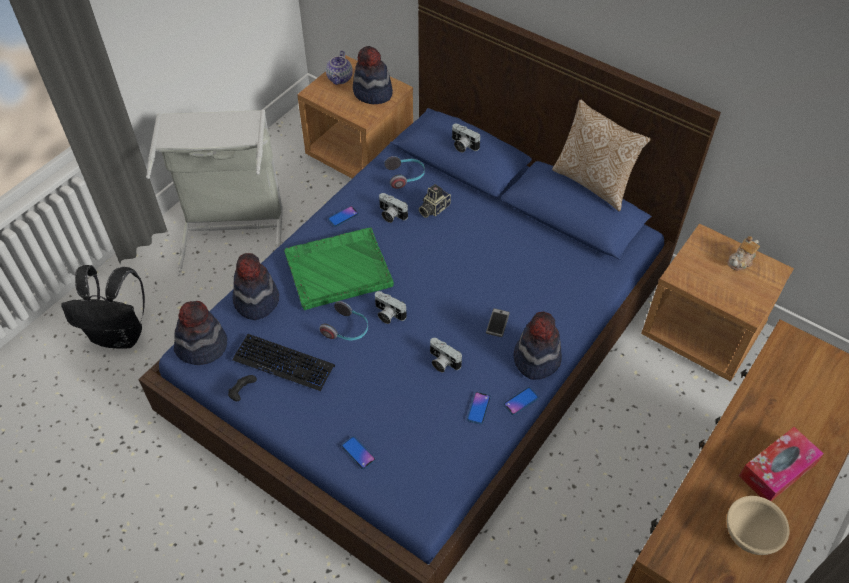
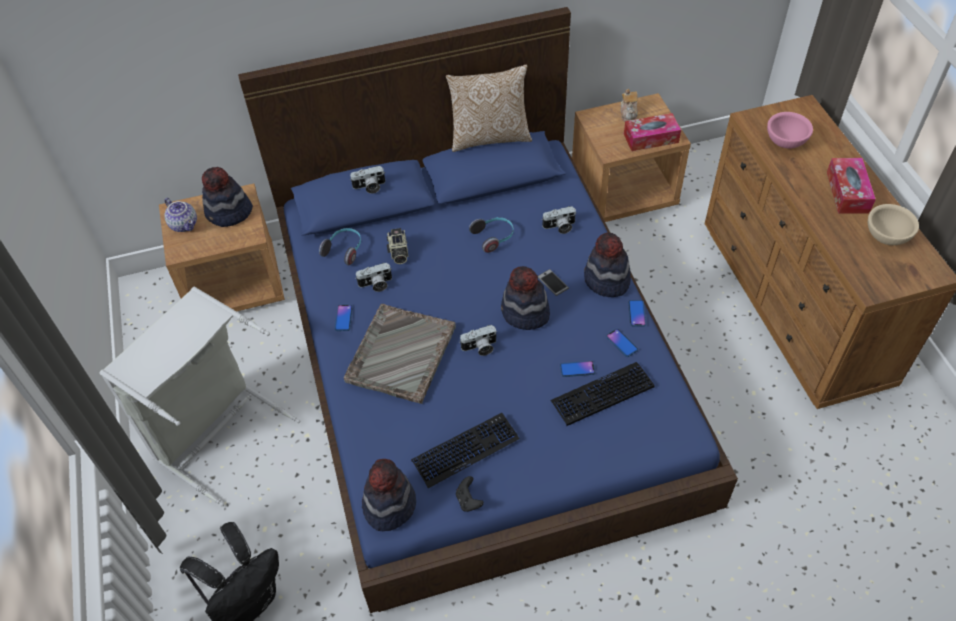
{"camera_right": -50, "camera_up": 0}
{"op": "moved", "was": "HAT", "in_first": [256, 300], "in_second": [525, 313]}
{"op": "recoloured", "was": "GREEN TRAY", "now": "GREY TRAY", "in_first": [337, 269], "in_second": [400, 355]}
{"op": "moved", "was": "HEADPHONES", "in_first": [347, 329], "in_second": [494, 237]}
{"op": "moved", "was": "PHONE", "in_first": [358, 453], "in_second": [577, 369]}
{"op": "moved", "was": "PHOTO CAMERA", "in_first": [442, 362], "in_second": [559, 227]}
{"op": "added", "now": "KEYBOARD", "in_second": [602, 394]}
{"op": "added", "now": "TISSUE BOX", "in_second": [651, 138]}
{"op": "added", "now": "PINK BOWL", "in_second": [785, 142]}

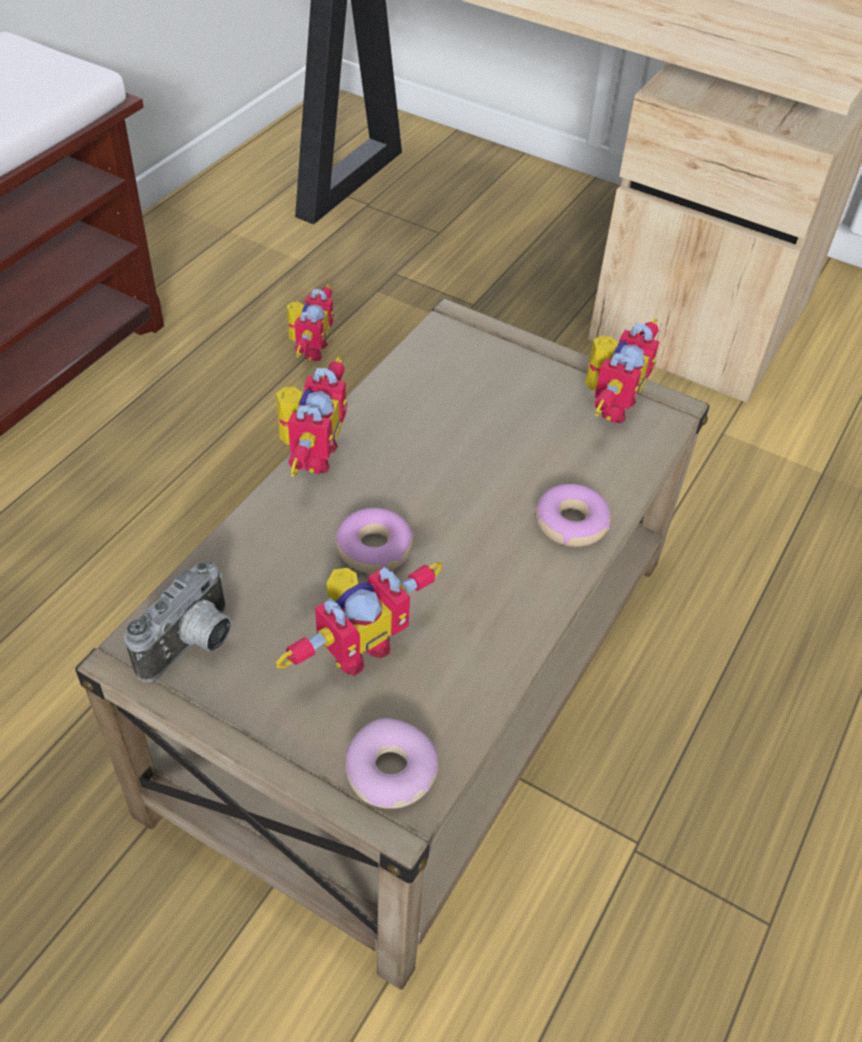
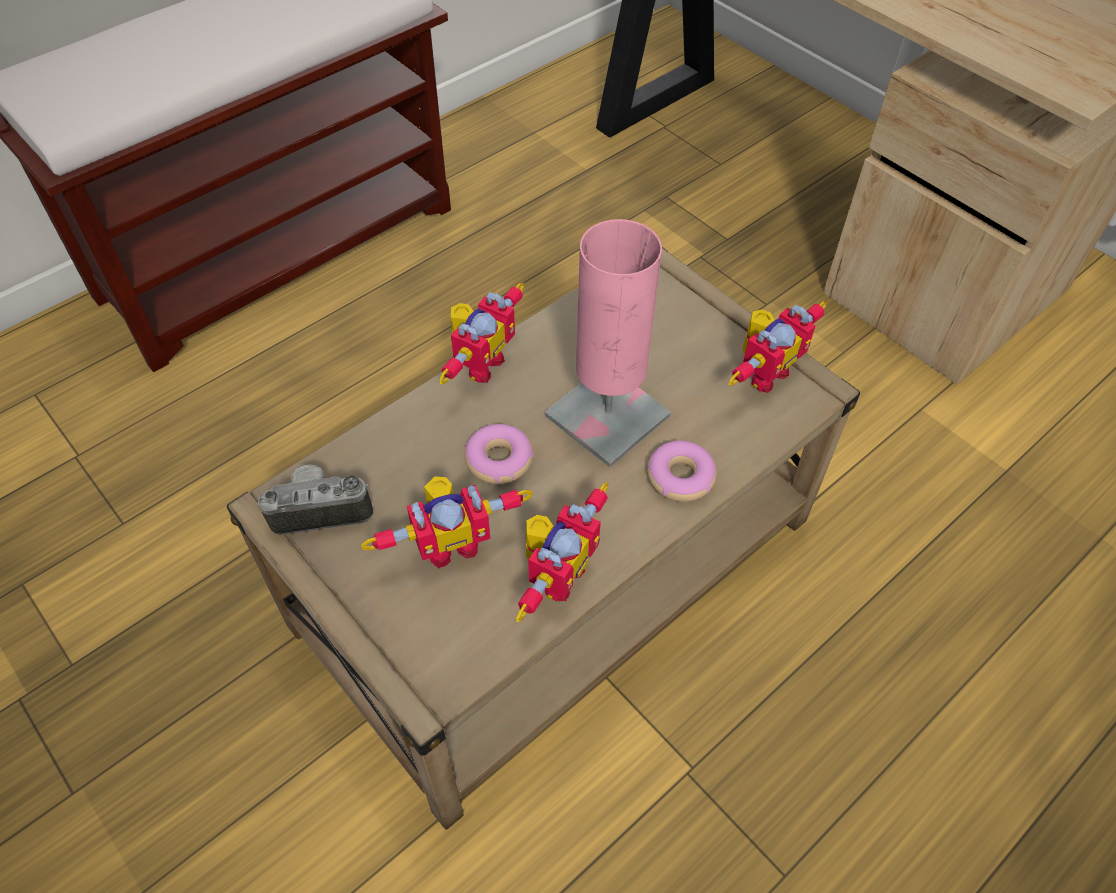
{"camera_right": 20, "camera_up": 5}
{"op": "turned", "was": "PHOTO CAMERA", "in_first": [193, 645], "in_second": [321, 509], "clockwise": -150}
{"op": "moved", "was": "TOY ROBOT", "in_first": [309, 349], "in_second": [555, 574]}
{"op": "removed", "was": "DONUT", "in_first": [390, 772]}
{"op": "added", "now": "PINK TABLE LAMP", "in_second": [607, 416]}

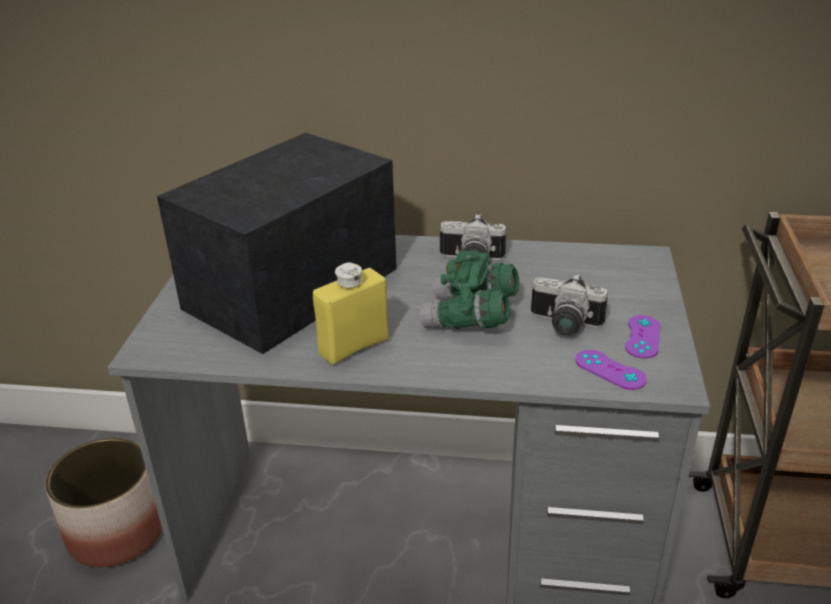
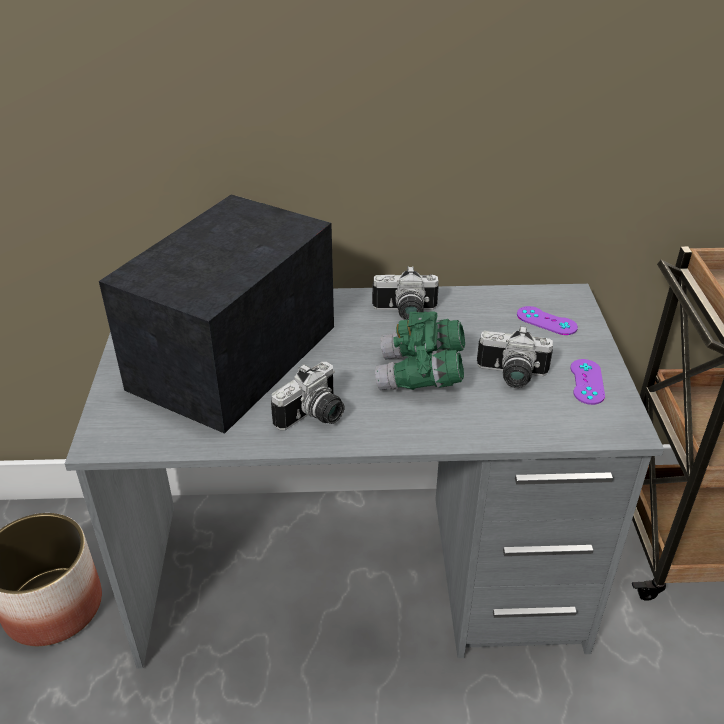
{"camera_right": -10, "camera_up": 5}
{"op": "replaced", "was": "YELLOW BOTTLE", "now": "PHOTO CAMERA", "in_first": [354, 346], "in_second": [315, 417]}
{"op": "moved", "was": "PURPLE GAME CONTROLLER", "in_first": [610, 370], "in_second": [546, 321]}

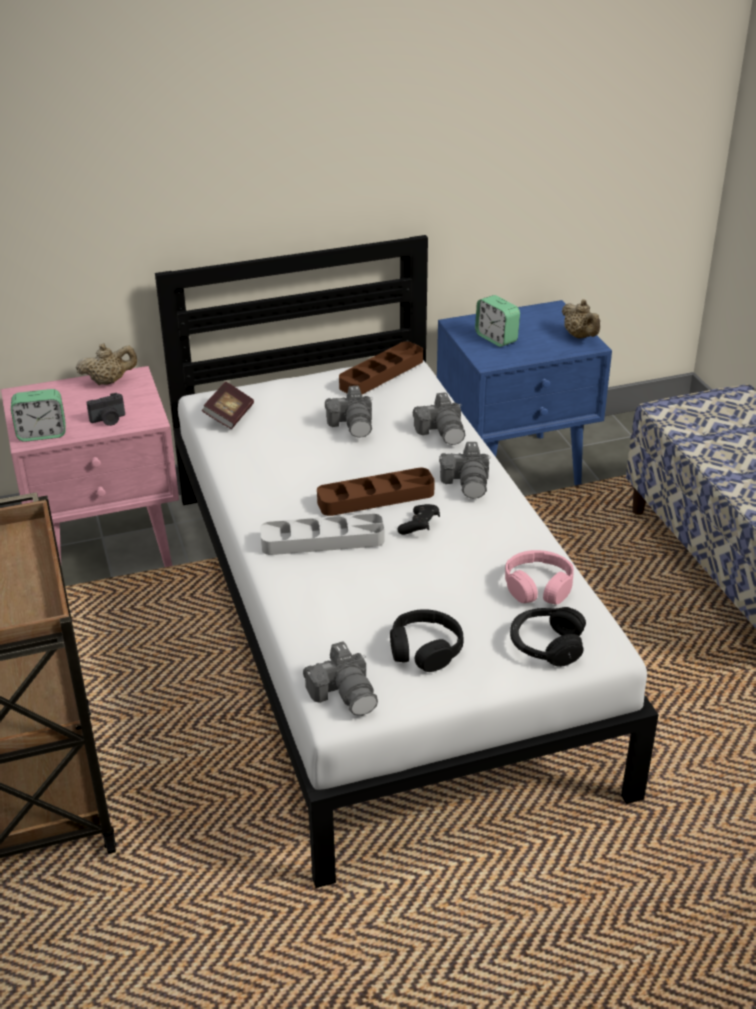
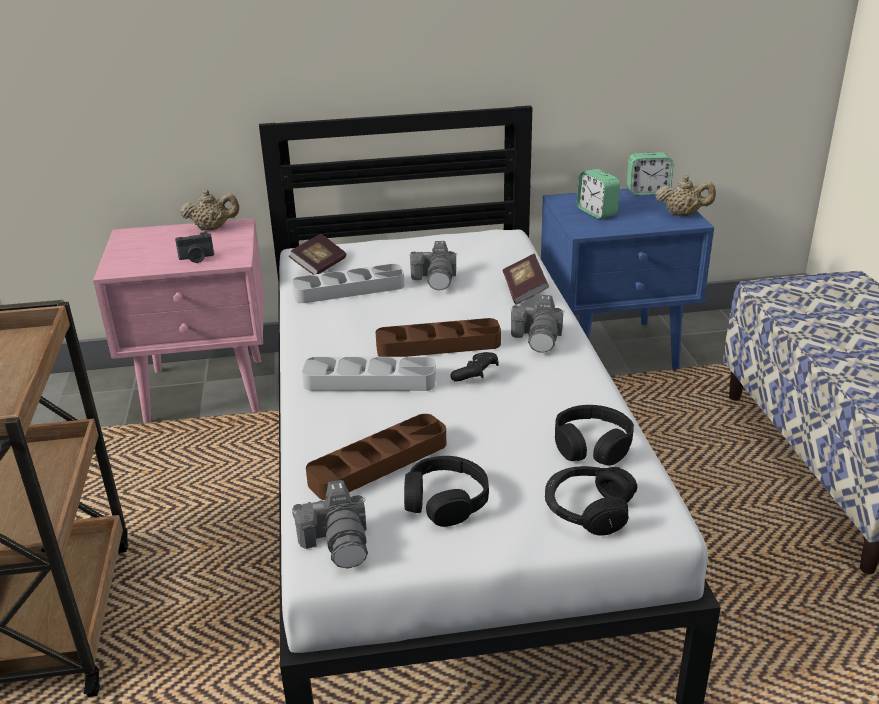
{"camera_right": 10, "camera_up": -5}
{"op": "moved", "was": "ALARM CLOCK", "in_first": [42, 434], "in_second": [647, 191]}
{"op": "moved", "was": "BROWN TRAY", "in_first": [381, 374], "in_second": [379, 463]}
{"op": "replaced", "was": "PHOTO CAMERA", "now": "BOOK", "in_first": [442, 431], "in_second": [524, 290]}
{"op": "recoloured", "was": "PINK HEADPHONES", "now": "BLACK HEADPHONES", "in_first": [538, 587], "in_second": [592, 445]}
{"op": "turned", "was": "BEIGE TEAPOT", "in_first": [580, 336], "in_second": [683, 214], "clockwise": -60}
{"op": "added", "now": "GREY TRAY", "in_second": [349, 289]}

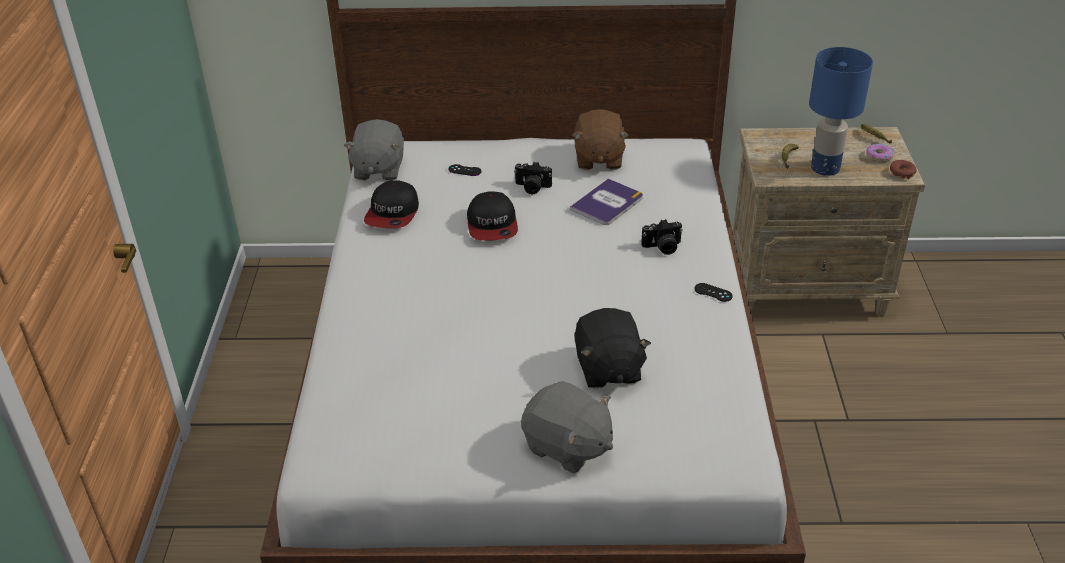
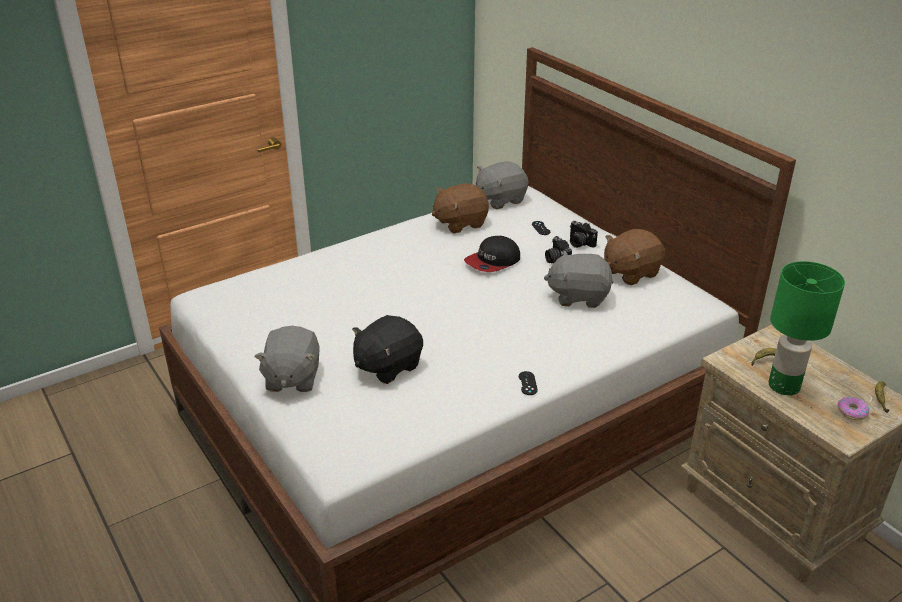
{"camera_right": 55, "camera_up": -5}
{"op": "replaced", "was": "CAP", "now": "BROWN PLUSH TOY", "in_first": [393, 213], "in_second": [460, 223]}
{"op": "replaced", "was": "BOOK", "now": "GREY PLUSH TOY", "in_first": [607, 203], "in_second": [578, 296]}
{"op": "moved", "was": "PHOTO CAMERA", "in_first": [662, 247], "in_second": [579, 243]}
{"op": "recoloured", "was": "BLUE TABLE LAMP", "now": "GREEN TABLE LAMP", "in_first": [824, 168], "in_second": [784, 385]}
{"op": "removed", "was": "DONUT", "in_first": [902, 173]}

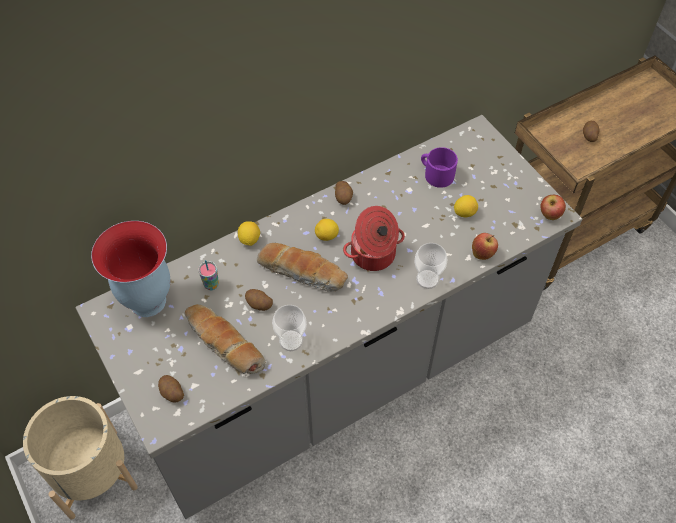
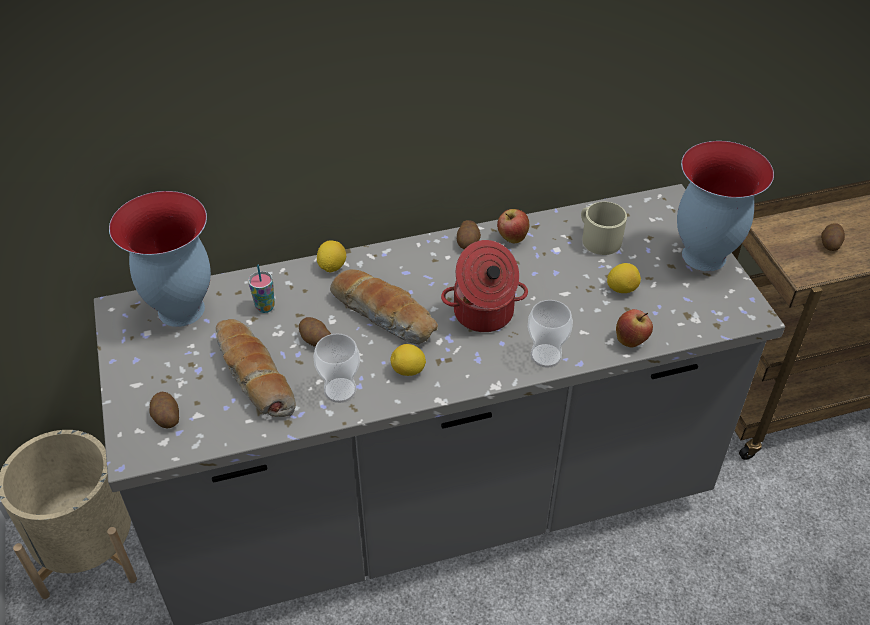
{"camera_right": 15, "camera_up": -10}
{"op": "moved", "was": "LEMON", "in_first": [327, 236], "in_second": [408, 371]}
{"op": "recoloured", "was": "PURPLE MUG", "now": "BEIGE MUG", "in_first": [436, 174], "in_second": [598, 238]}
{"op": "moved", "was": "APPLE", "in_first": [549, 215], "in_second": [512, 238]}
{"op": "added", "now": "VASE", "in_second": [702, 255]}

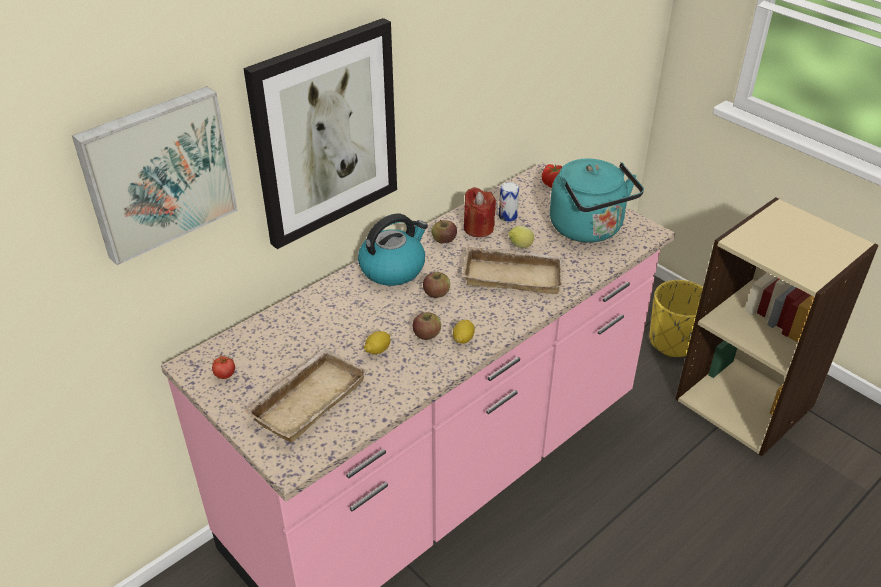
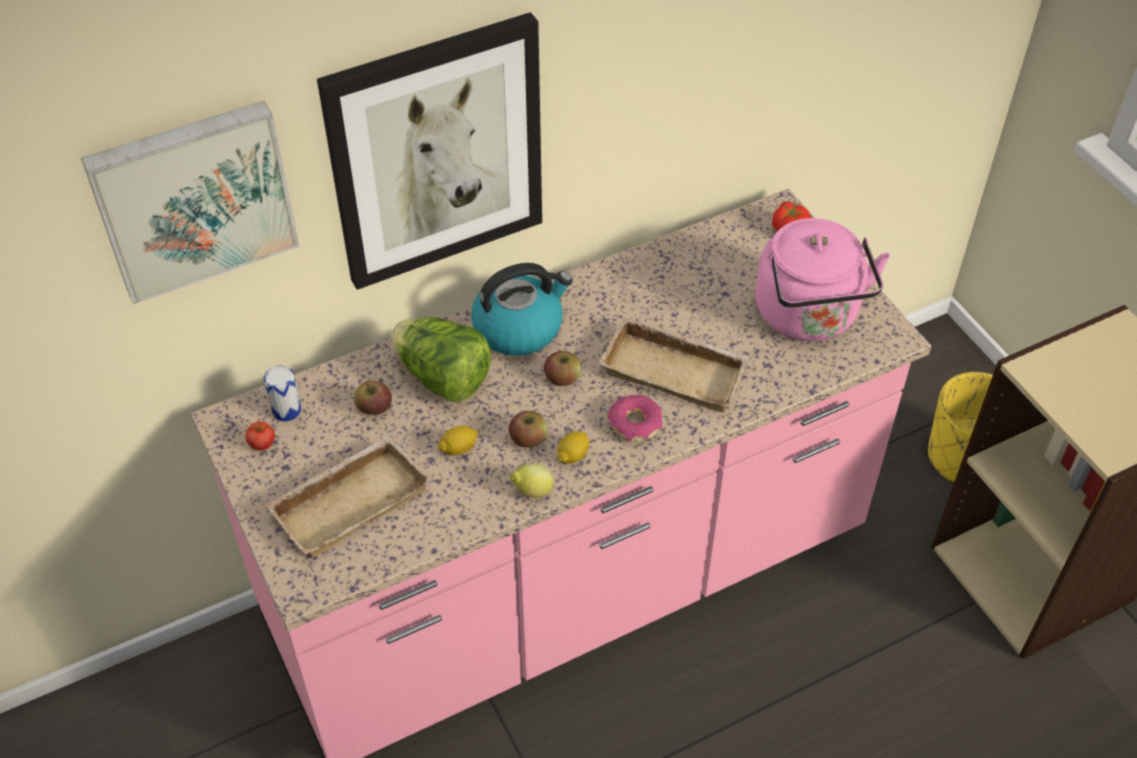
{"camera_right": 15, "camera_up": 10}
{"op": "moved", "was": "APPLE", "in_first": [444, 240], "in_second": [374, 408]}
{"op": "removed", "was": "RED CANDLE", "in_first": [478, 228]}
{"op": "moved", "was": "CAN", "in_first": [508, 216], "in_second": [286, 410]}
{"op": "moved", "was": "LEMON", "in_first": [519, 247], "in_second": [531, 492]}
{"op": "recoloured", "was": "TURQUOISE KETTLE", "now": "PINK KETTLE", "in_first": [589, 229], "in_second": [809, 317]}
{"op": "added", "now": "LETTUCE", "in_second": [443, 378]}
{"op": "added", "now": "DONUT", "in_second": [635, 425]}

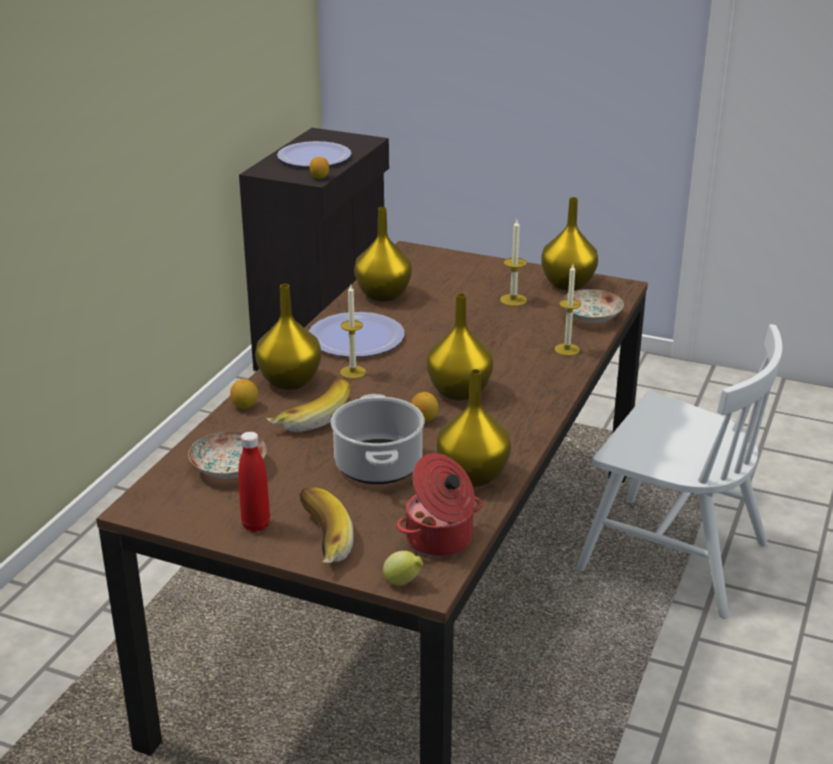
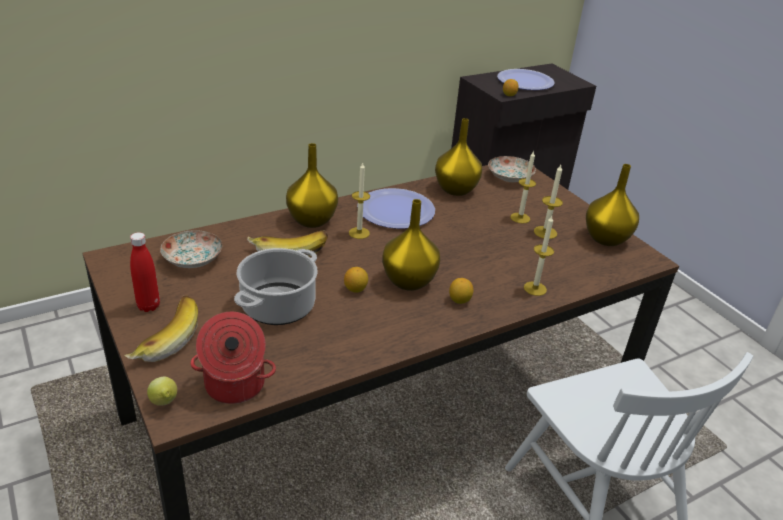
{"camera_right": 35, "camera_up": 5}
{"op": "moved", "was": "LEMON", "in_first": [245, 406], "in_second": [459, 300]}
{"op": "removed", "was": "YELLOW VASE", "in_first": [472, 475]}
{"op": "moved", "was": "PLATE", "in_first": [590, 316], "in_second": [509, 177]}
{"op": "added", "now": "CANDLE", "in_second": [520, 218]}

